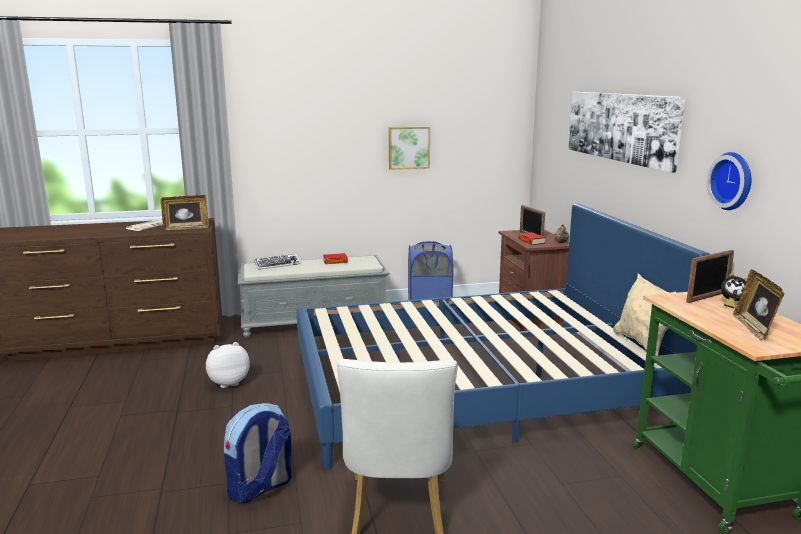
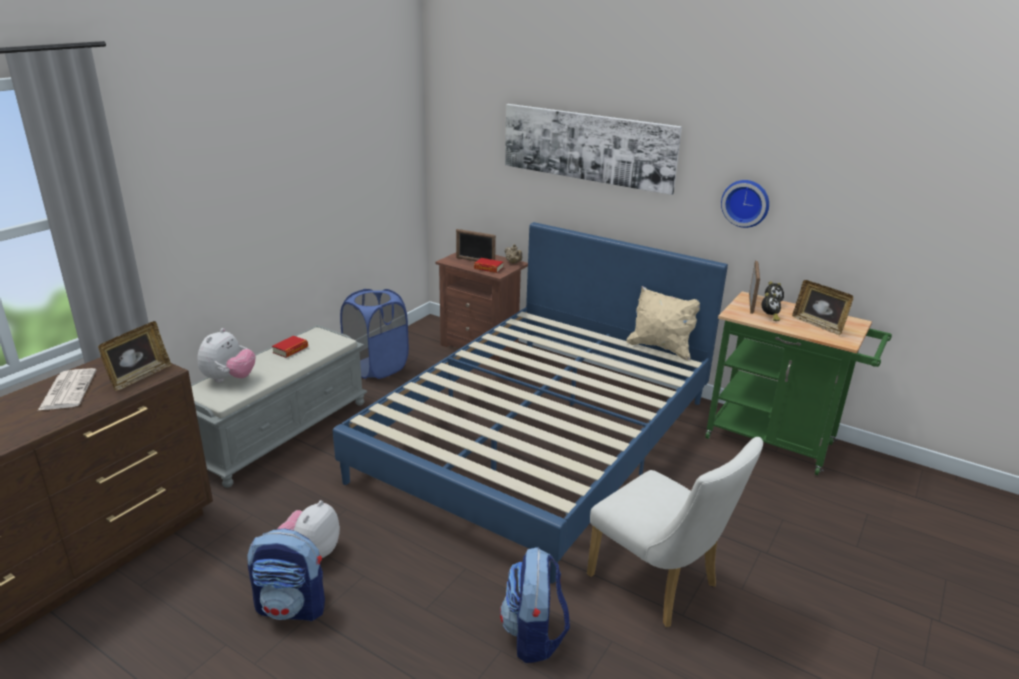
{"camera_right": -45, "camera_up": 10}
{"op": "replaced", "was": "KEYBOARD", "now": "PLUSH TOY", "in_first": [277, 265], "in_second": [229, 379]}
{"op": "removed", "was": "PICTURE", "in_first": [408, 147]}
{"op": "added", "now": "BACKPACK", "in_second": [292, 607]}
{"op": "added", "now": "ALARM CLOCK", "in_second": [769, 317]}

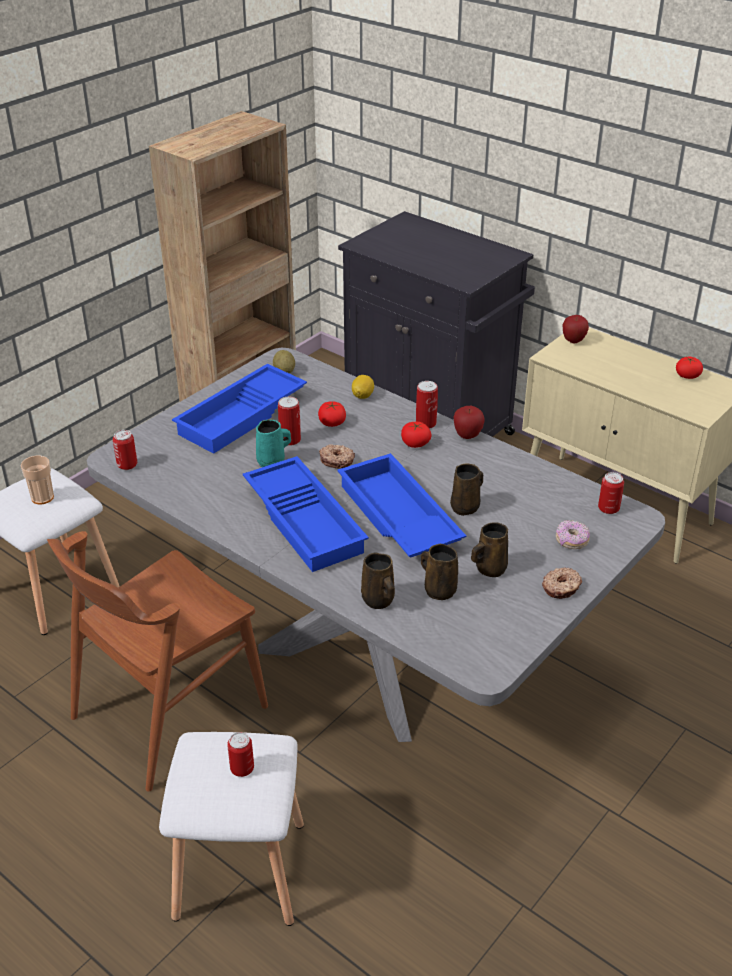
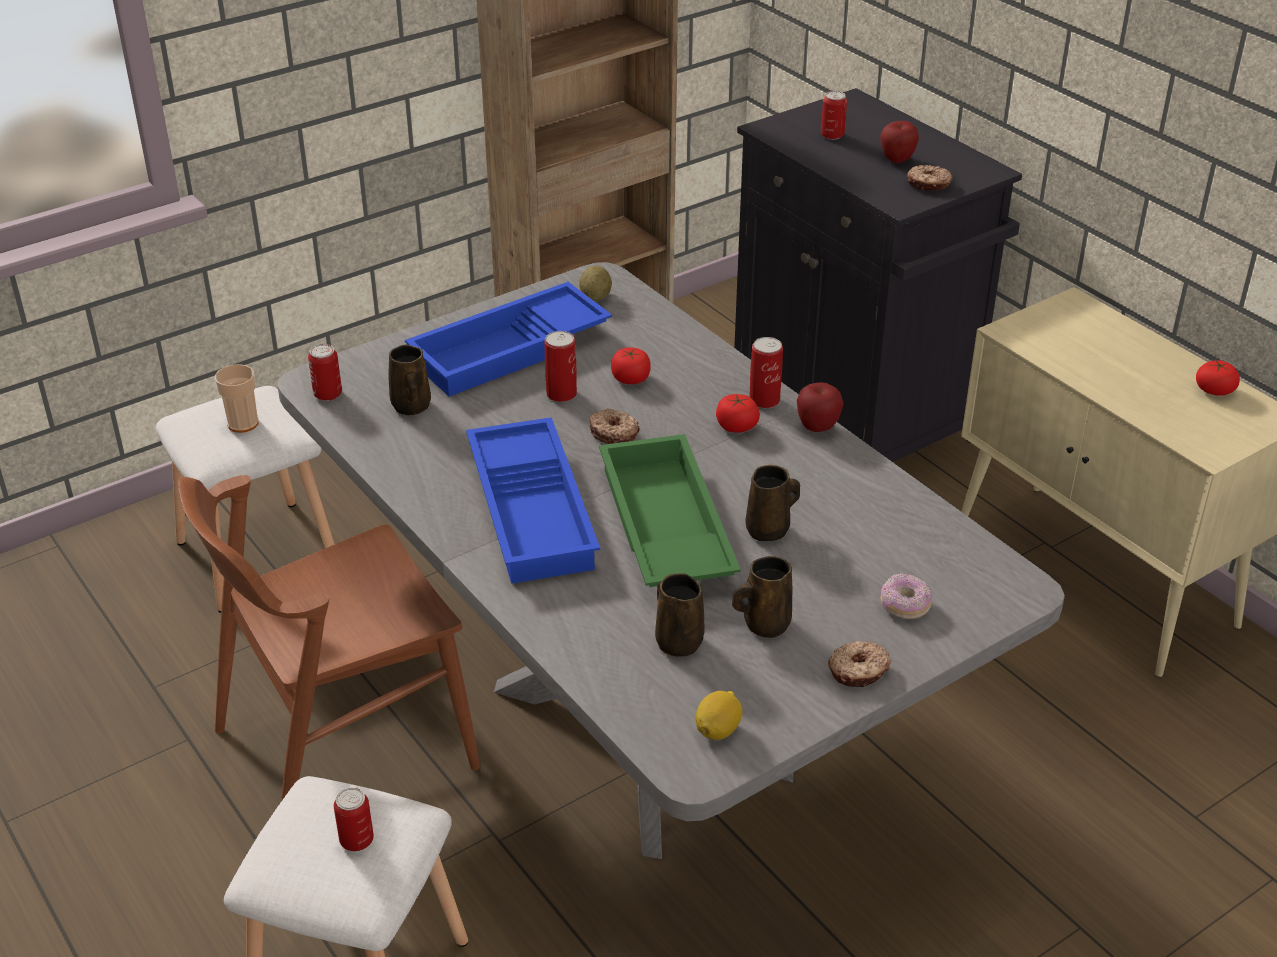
{"camera_right": 15, "camera_up": 0}
{"op": "removed", "was": "TURQUOISE MUG", "in_first": [272, 461]}
{"op": "recoloured", "was": "BLUE TRAY", "now": "GREEN TRAY", "in_first": [396, 517], "in_second": [662, 527]}
{"op": "moved", "was": "LEMON", "in_first": [362, 395], "in_second": [718, 729]}
{"op": "moved", "was": "BROWN MUG", "in_first": [379, 601], "in_second": [411, 407]}
{"op": "moved", "was": "APPLE", "in_first": [573, 341], "in_second": [897, 160]}
{"op": "moved", "was": "CAN", "in_first": [608, 509], "in_second": [832, 135]}
{"op": "added", "now": "DONUT", "in_second": [928, 184]}

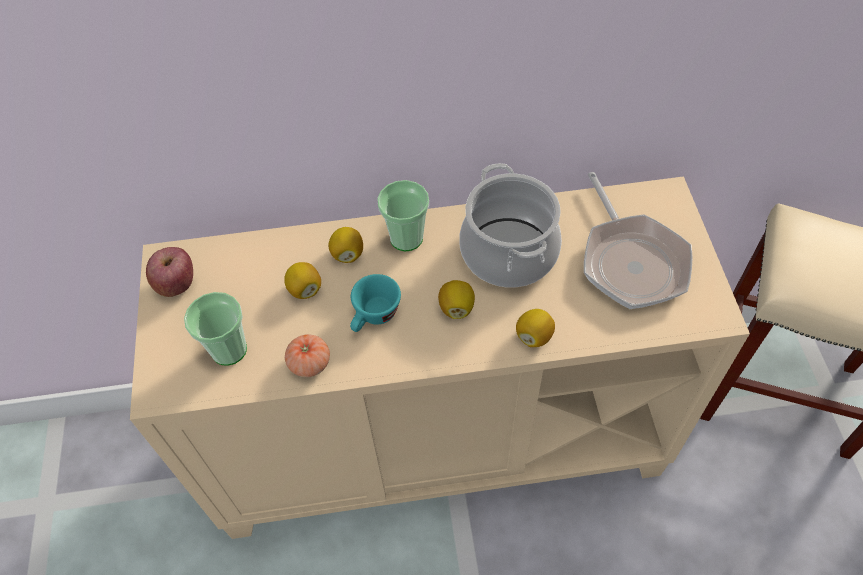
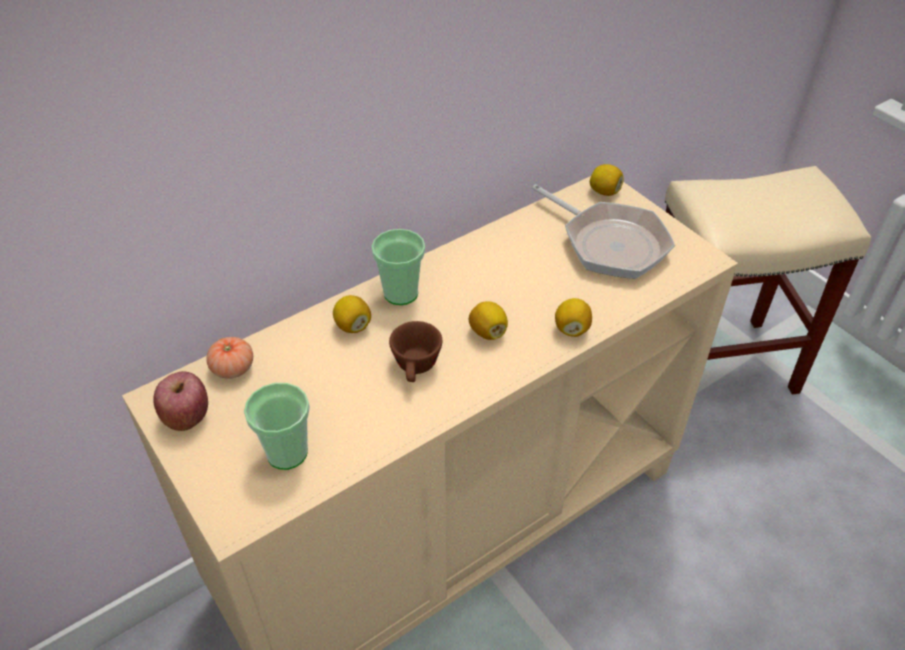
{"camera_right": -30, "camera_up": -10}
{"op": "moved", "was": "LEMON", "in_first": [305, 289], "in_second": [604, 192]}
{"op": "moved", "was": "TOMATO", "in_first": [309, 363], "in_second": [233, 368]}
{"op": "recoloured", "was": "TURQUOISE CUP", "now": "BROWN CUP", "in_first": [374, 317], "in_second": [416, 368]}
{"op": "removed", "was": "COOKING POT", "in_first": [509, 252]}

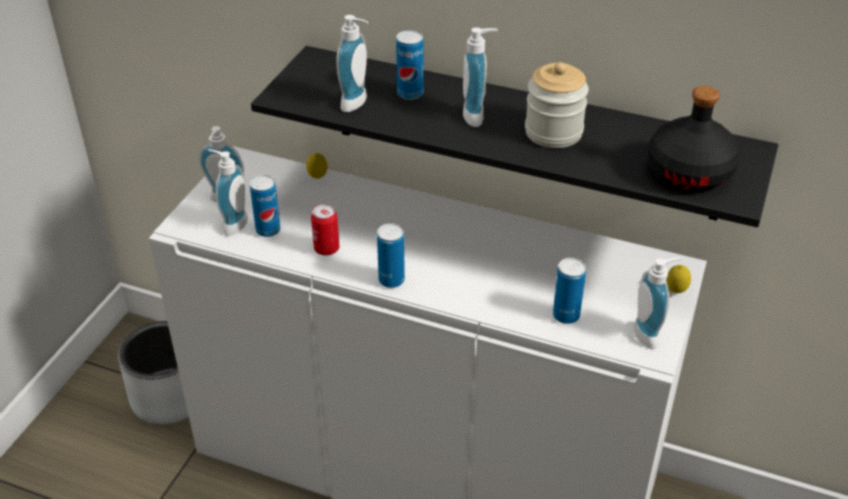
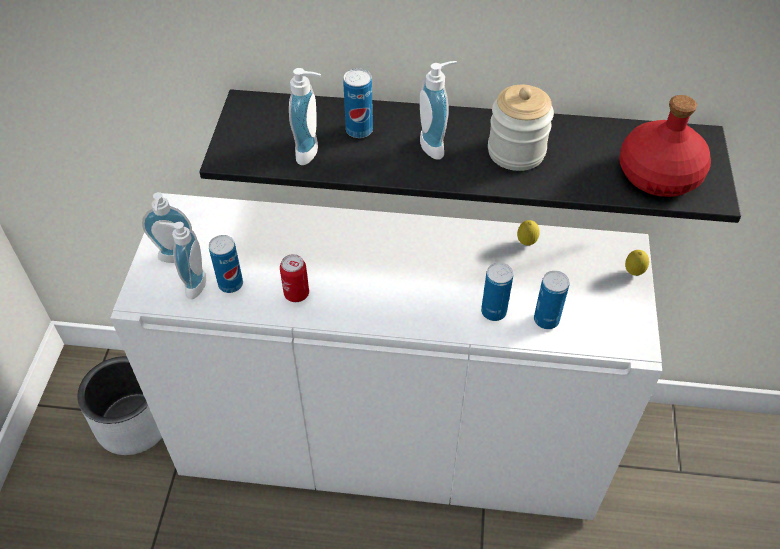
{"camera_right": -15, "camera_up": 10}
{"op": "moved", "was": "LEMON", "in_first": [317, 178], "in_second": [526, 243]}
{"op": "moved", "was": "CAN", "in_first": [391, 280], "in_second": [493, 312]}
{"op": "removed", "was": "SOAP DISPENSER", "in_first": [650, 334]}
{"op": "recoloured", "was": "BLACK BOTTLE", "now": "RED BOTTLE", "in_first": [689, 172], "in_second": [658, 174]}

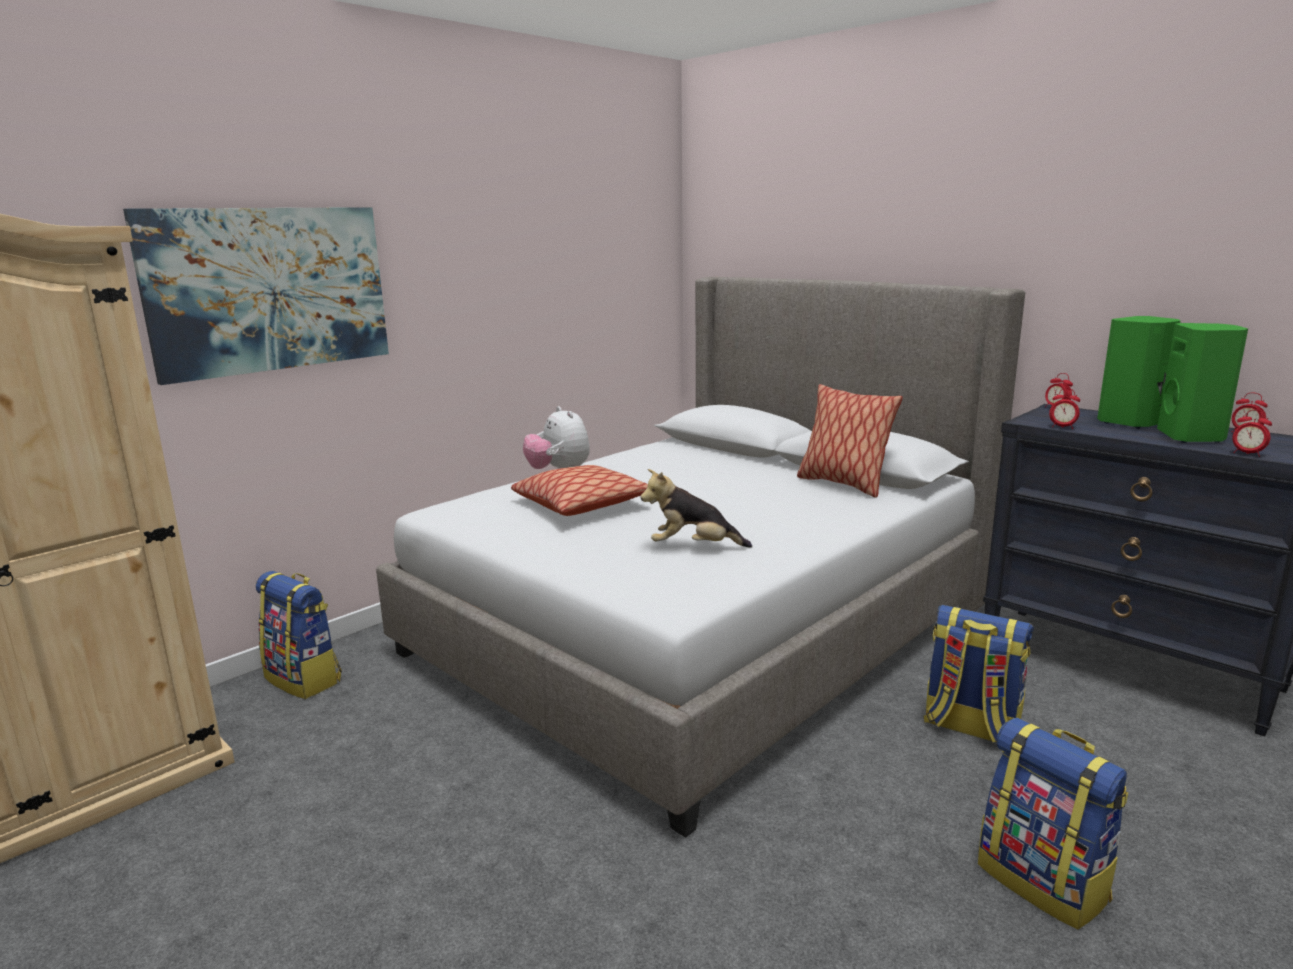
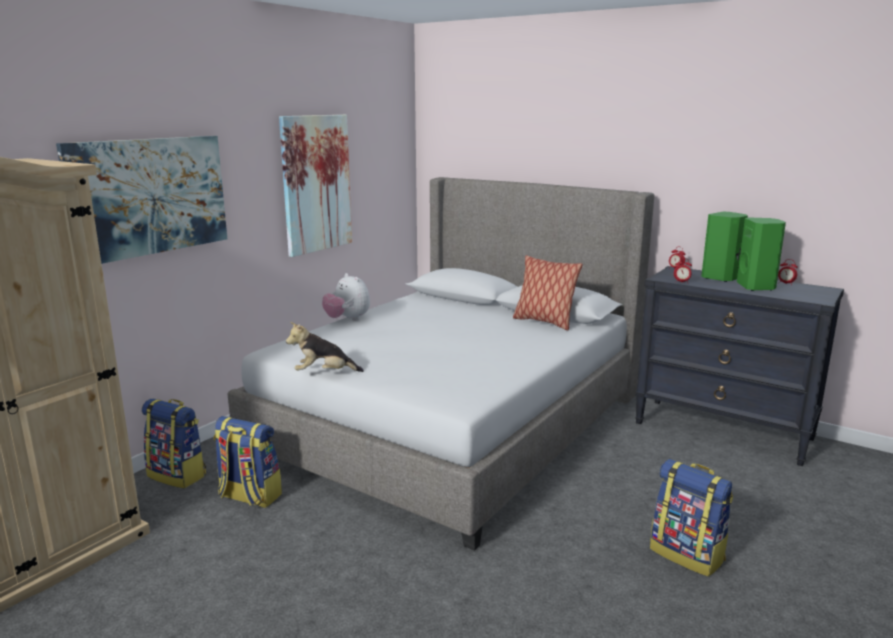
{"camera_right": -10, "camera_up": 0}
{"op": "removed", "was": "PILLOW", "in_first": [581, 505]}
{"op": "moved", "was": "PLUSH TOY", "in_first": [693, 547], "in_second": [324, 373]}
{"op": "moved", "was": "BACKPACK", "in_first": [970, 727], "in_second": [249, 497]}
{"op": "removed", "was": "ALARM CLOCK", "in_first": [1247, 454]}
{"op": "added", "now": "PICTURE", "in_second": [316, 184]}

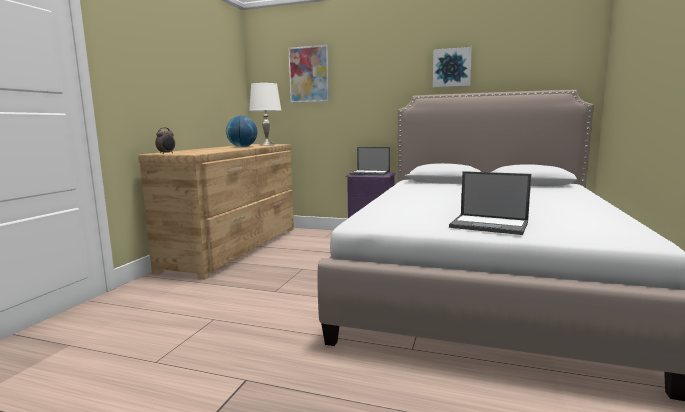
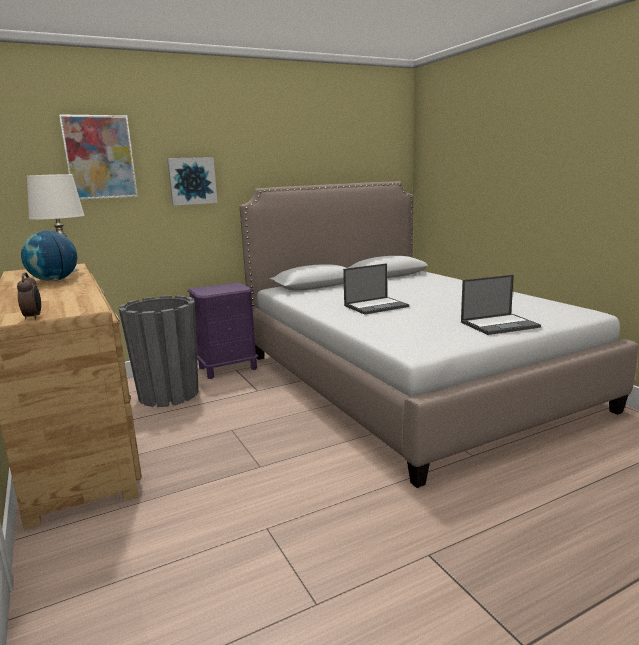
{"camera_right": -45, "camera_up": 5}
{"op": "moved", "was": "LAPTOP", "in_first": [370, 173], "in_second": [376, 306]}
{"op": "moved", "was": "PICTURE", "in_first": [452, 68], "in_second": [192, 181]}
{"op": "added", "now": "GREY PLANTER", "in_second": [168, 394]}

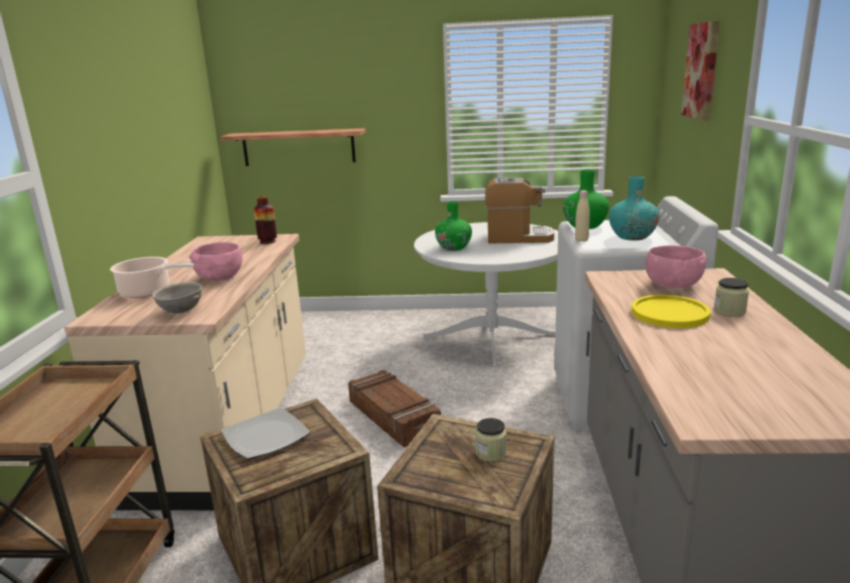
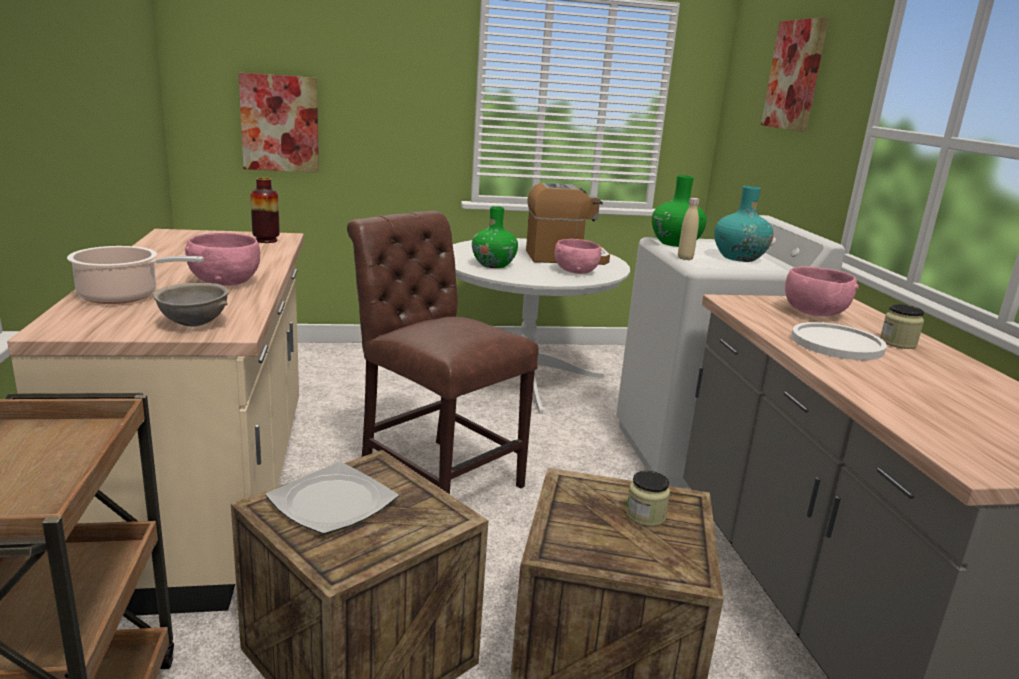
{"camera_right": -15, "camera_up": 0}
{"op": "replaced", "was": "SHELF", "now": "PICTURE", "in_first": [298, 147], "in_second": [280, 123]}
{"op": "replaced", "was": "CRATE", "now": "BROWN CHAIR", "in_first": [394, 416], "in_second": [436, 475]}
{"op": "recoloured", "was": "YELLOW PLATE", "now": "WHITE PLATE", "in_first": [669, 313], "in_second": [837, 343]}
{"op": "added", "now": "PINK BOWL", "in_second": [575, 271]}

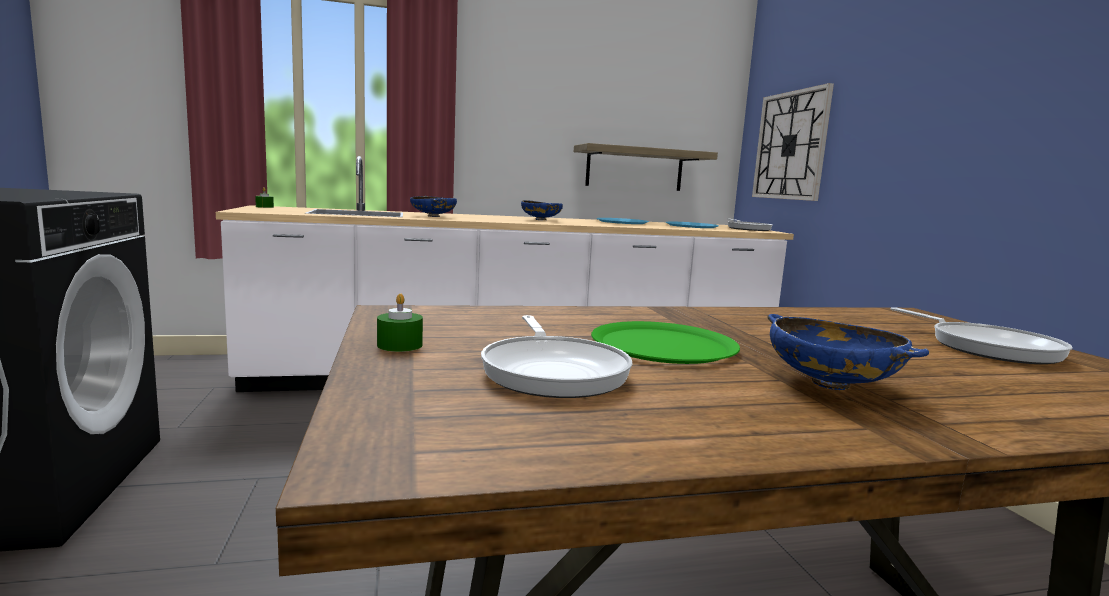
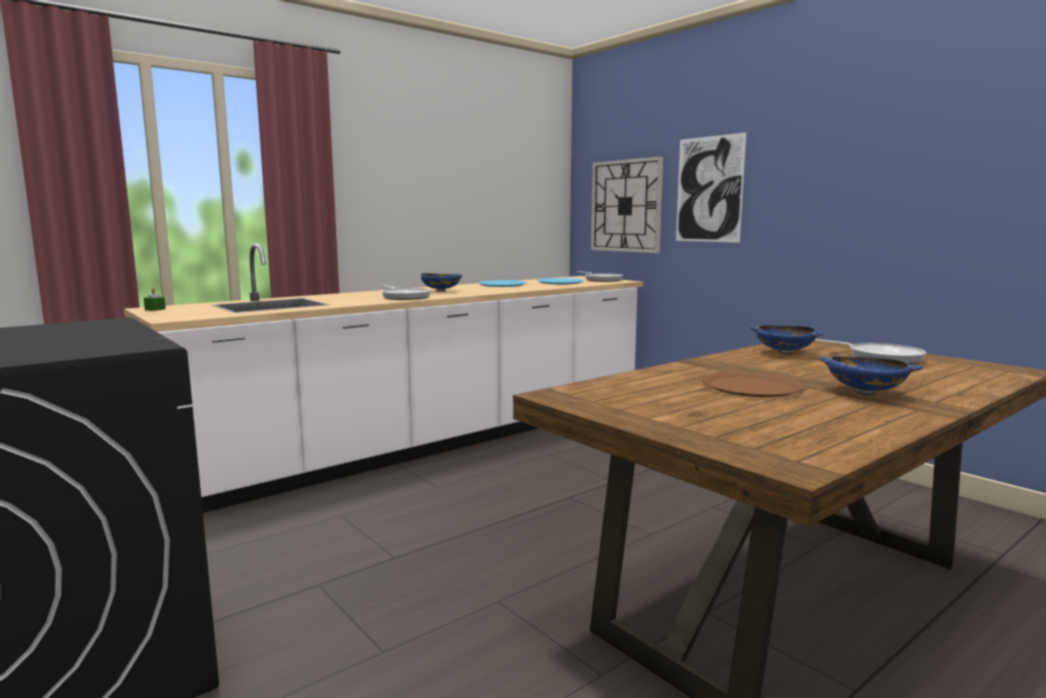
{"camera_right": -25, "camera_up": 0}
{"op": "removed", "was": "GREEN CANDLE", "in_first": [400, 345]}
{"op": "moved", "was": "BLUE BOWL", "in_first": [433, 216], "in_second": [784, 353]}
{"op": "moved", "was": "FRYING PAN", "in_first": [553, 371], "in_second": [405, 297]}
{"op": "removed", "was": "SHELF", "in_first": [634, 169]}
{"op": "recoloured", "was": "GREEN PLATE", "now": "BROWN PLATE", "in_first": [663, 345], "in_second": [751, 386]}
{"op": "added", "now": "PICTURE", "in_second": [709, 189]}

